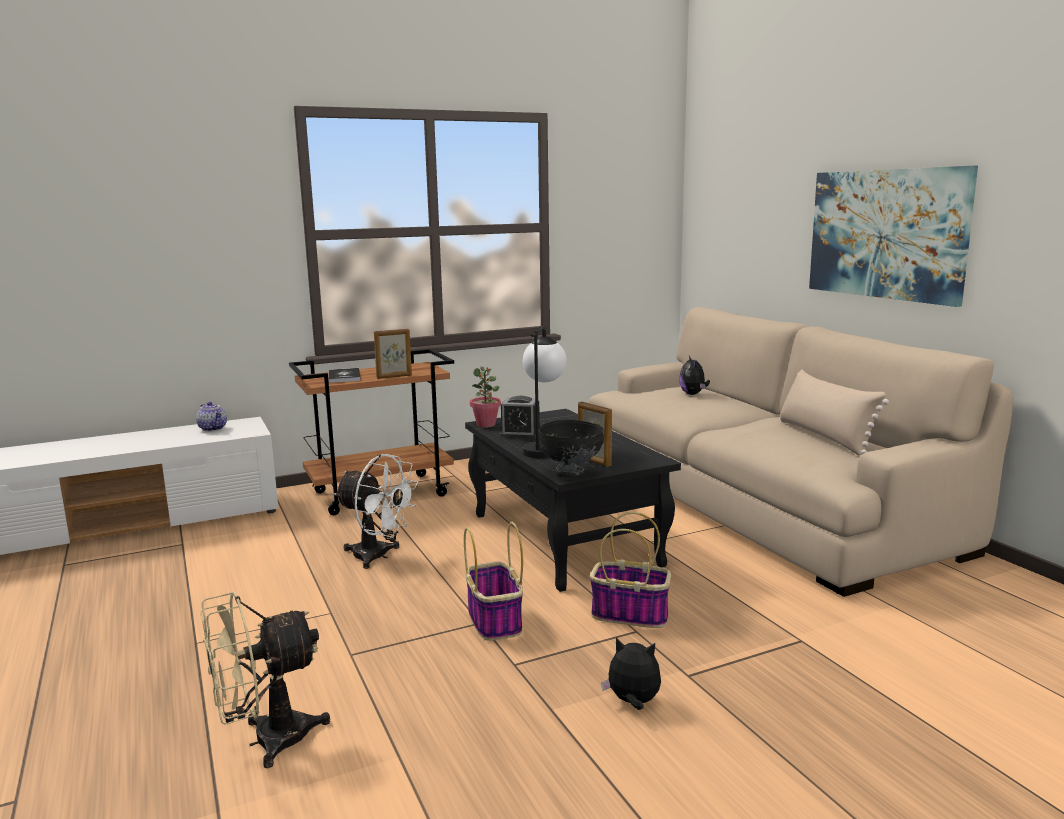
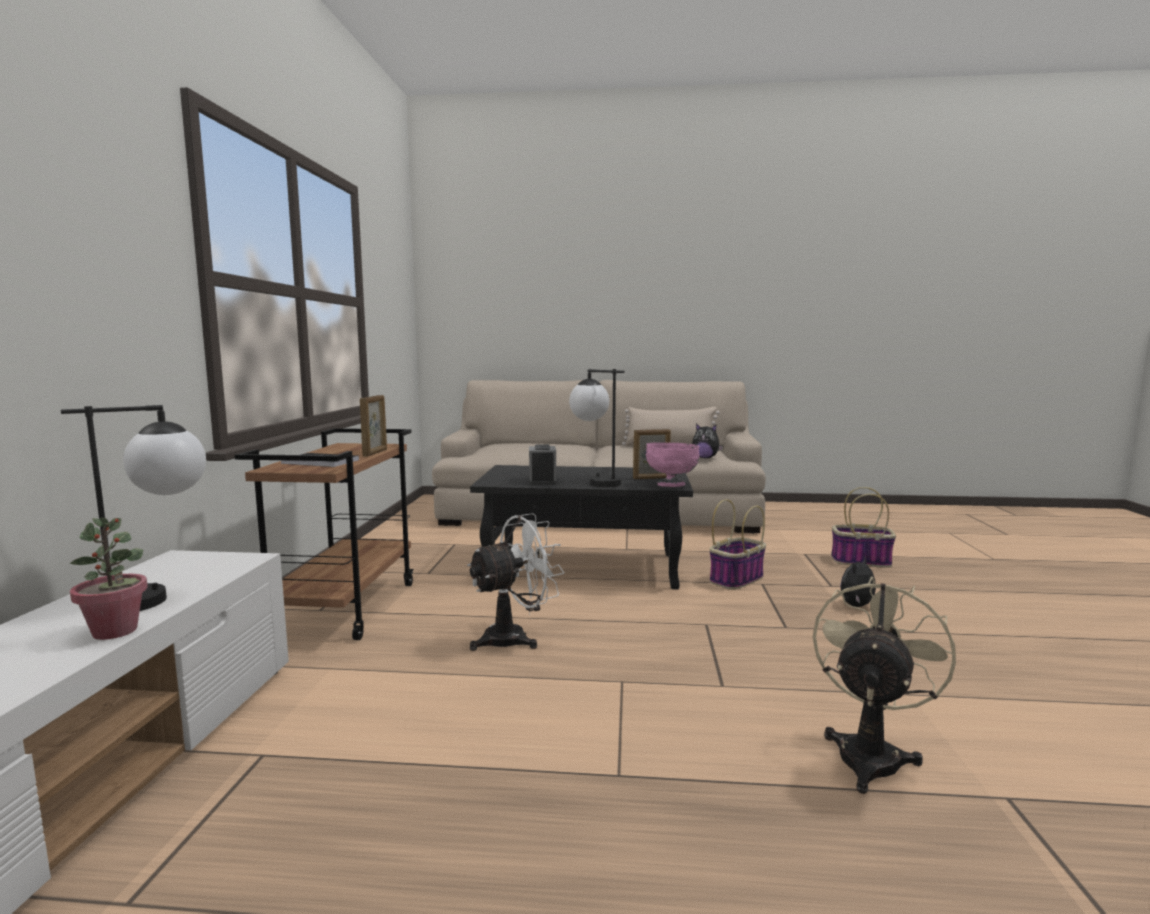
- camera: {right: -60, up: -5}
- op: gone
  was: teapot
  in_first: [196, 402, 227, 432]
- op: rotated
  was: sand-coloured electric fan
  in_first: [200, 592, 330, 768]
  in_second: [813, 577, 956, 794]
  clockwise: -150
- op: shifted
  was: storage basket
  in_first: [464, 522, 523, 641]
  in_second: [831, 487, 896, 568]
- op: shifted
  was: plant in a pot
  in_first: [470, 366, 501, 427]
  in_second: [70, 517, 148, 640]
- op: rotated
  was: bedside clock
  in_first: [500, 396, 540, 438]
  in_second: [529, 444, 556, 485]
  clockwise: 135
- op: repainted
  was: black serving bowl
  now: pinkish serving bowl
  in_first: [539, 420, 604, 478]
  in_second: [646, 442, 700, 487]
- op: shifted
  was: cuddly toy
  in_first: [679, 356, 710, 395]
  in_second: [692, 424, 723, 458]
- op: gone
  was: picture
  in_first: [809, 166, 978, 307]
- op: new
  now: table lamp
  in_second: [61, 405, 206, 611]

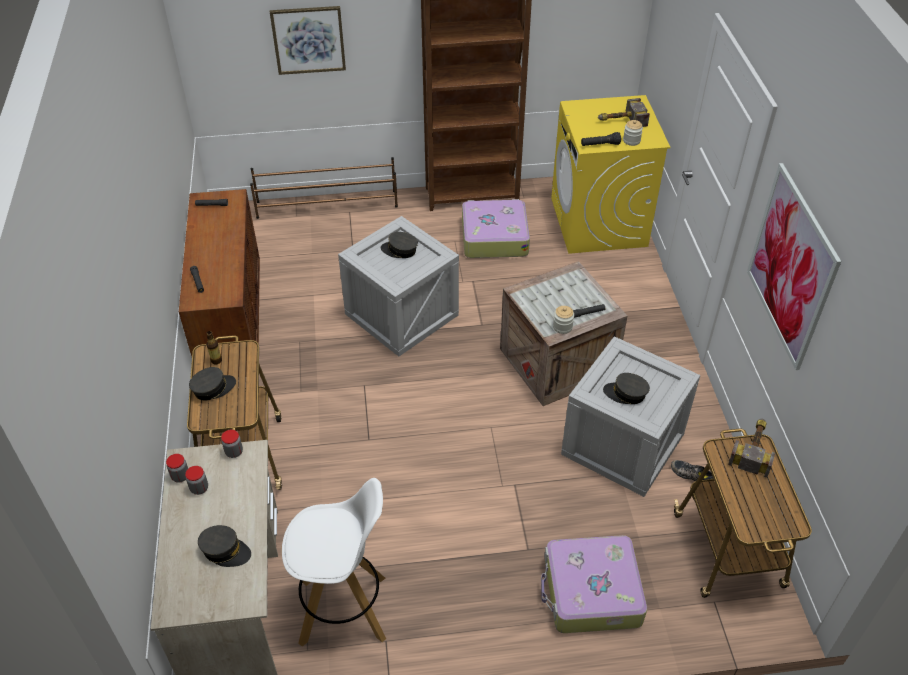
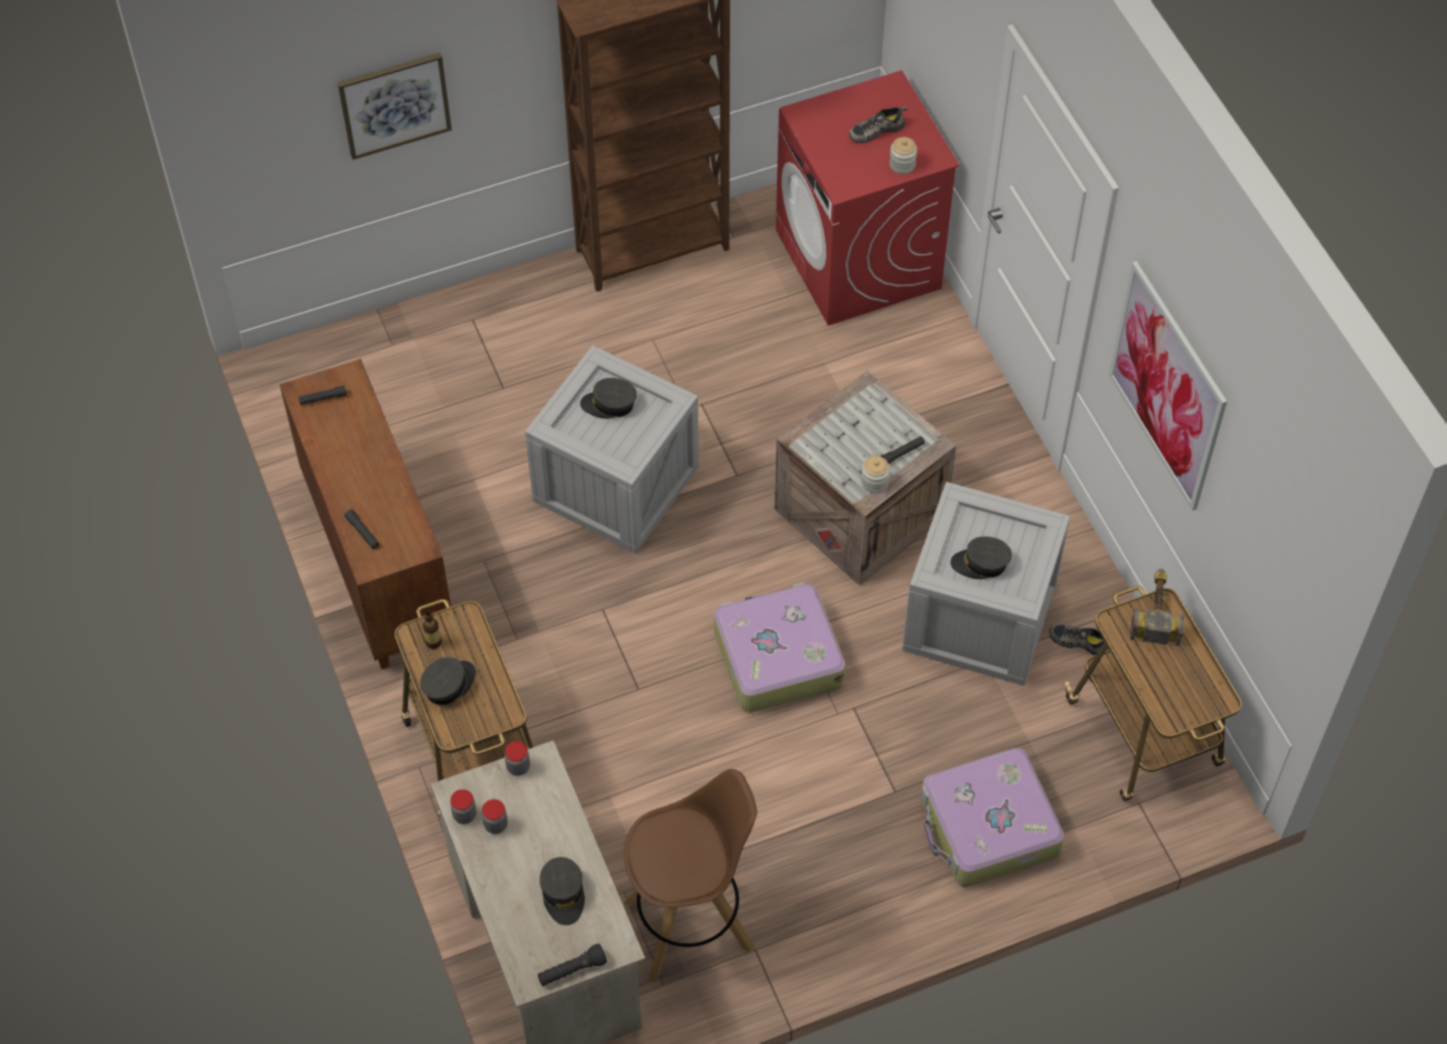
- camera: {right: -15, up: 10}
- op: rotated
  was: grey cap
  in_first: [198, 525, 251, 567]
  in_second: [540, 857, 585, 925]
  clockwise: 75
- op: gone
  was: brownish shoe shelf
  in_first: [250, 157, 398, 219]
- op: repainted
  was: whitish stool
  now: brownish stool
  in_first: [282, 478, 386, 647]
  in_second: [623, 769, 757, 982]
- op: shifted
  was: suitcase
  in_first: [462, 199, 530, 258]
  in_second: [714, 582, 845, 712]
- op: repainted
  was: yellow-coloured laundry appliance
  now: red-coloured laundry appliance
  in_first: [551, 95, 670, 254]
  in_second: [776, 70, 960, 325]
- op: shifted
  was: black hand torch
  in_first: [581, 132, 621, 146]
  in_second: [538, 944, 607, 986]
- op: swapped
  was: tool hammer
  now: low shoe
  in_first: [598, 98, 650, 127]
  in_second: [849, 107, 908, 143]

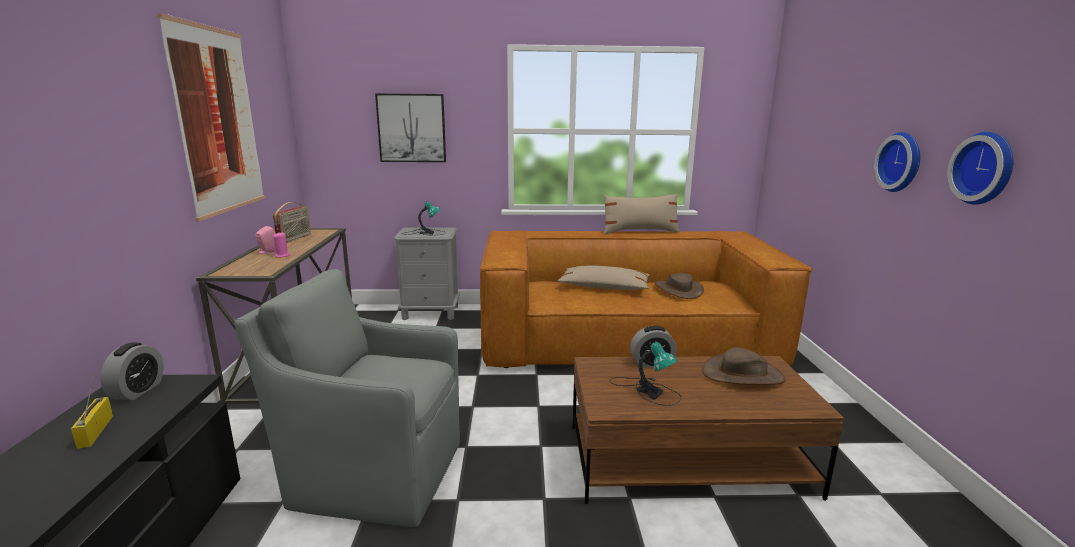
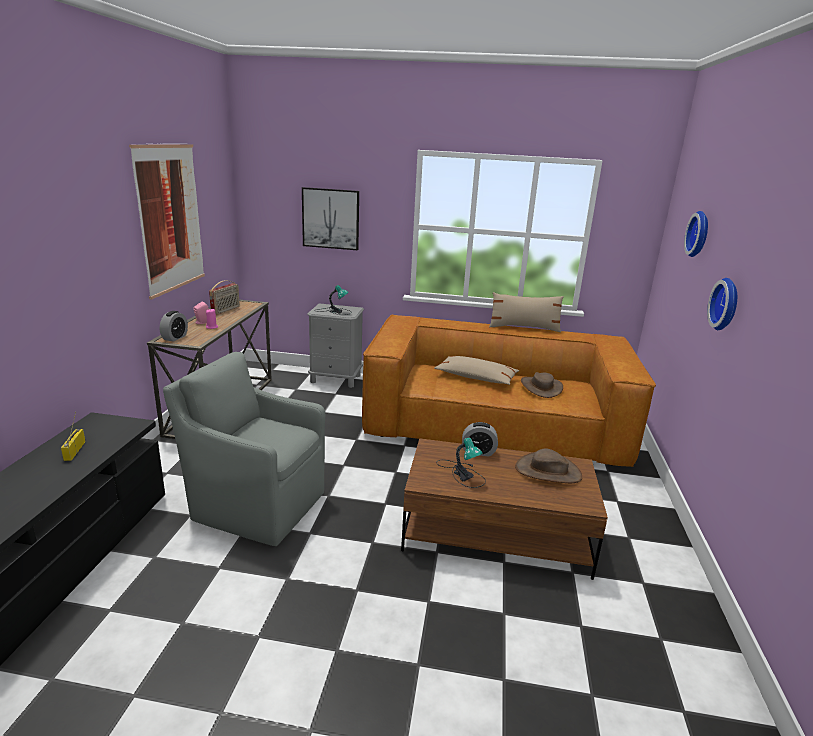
- camera: {right: 10, up: 5}
- op: shifted
  was: bedside clock
  in_first: [100, 342, 164, 400]
  in_second: [160, 311, 188, 342]
- op: shifted
  was: hanging clock
  in_first: [947, 132, 1013, 205]
  in_second: [684, 211, 708, 257]

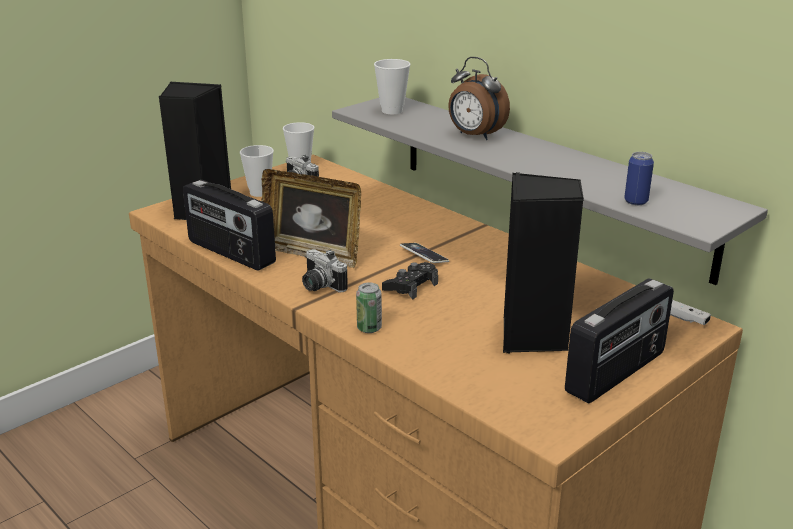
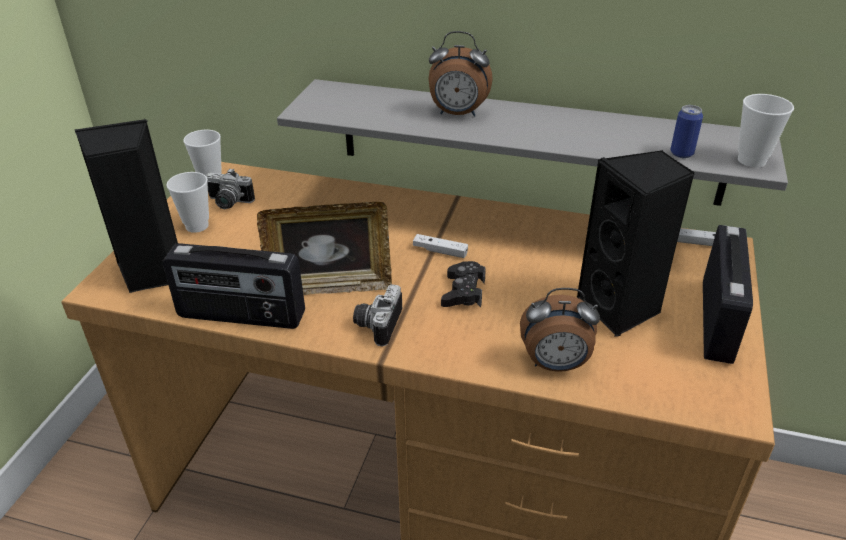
- camera: {right: -30, up: 10}
- op: rotated
  was: still camera
  in_first: [302, 249, 348, 292]
  in_second: [353, 284, 402, 347]
  clockwise: 90
- op: gone
  was: metal can
  in_first: [356, 283, 382, 333]
- op: shifted
  was: cup
  in_first: [374, 59, 410, 114]
  in_second: [738, 94, 794, 167]
- op: swapped
  was: telephone
  now: whitish game controller
  in_first: [400, 243, 449, 263]
  in_second: [413, 234, 468, 258]
- op: new
  now: bedside clock
  in_second: [520, 288, 600, 372]

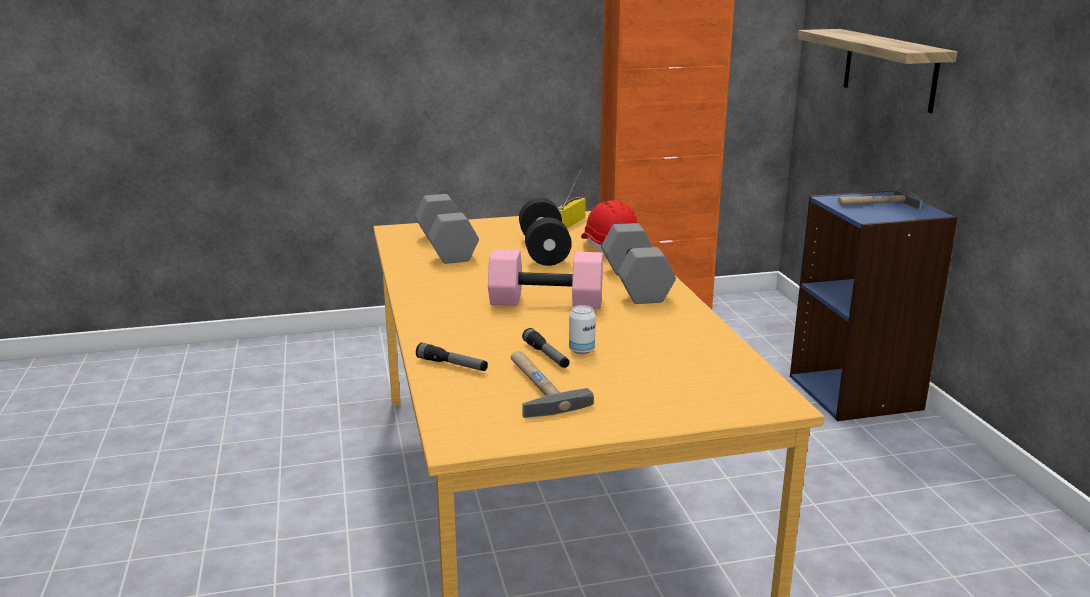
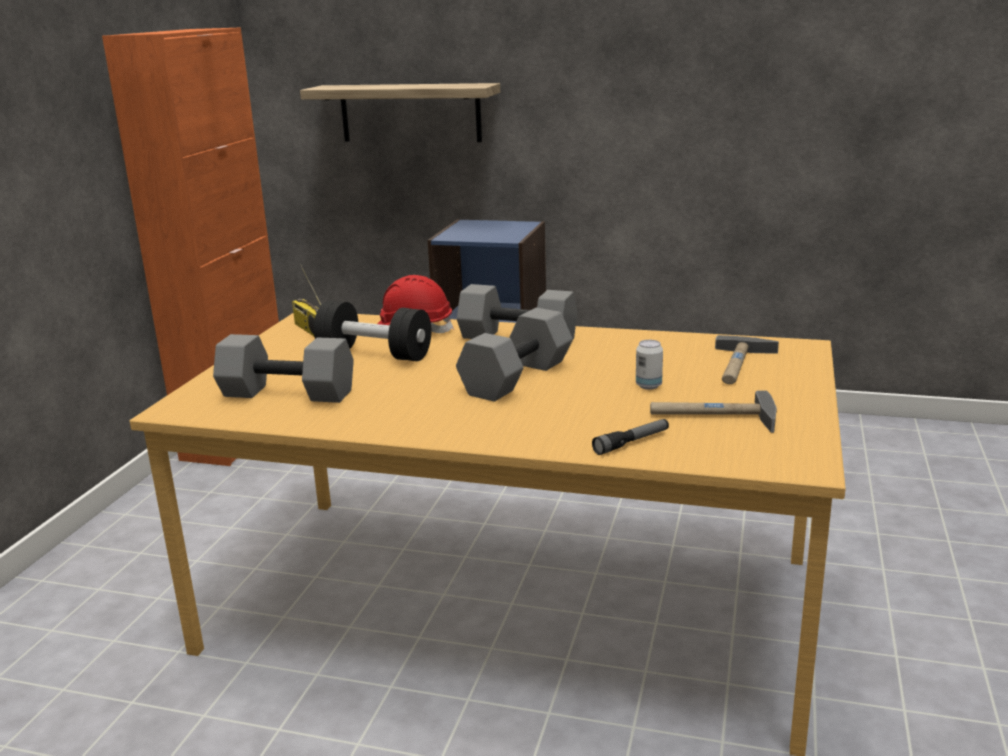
- camera: {right: -60, up: 0}
- op: repainted
  was: pinkish free weight
  now: grey free weight
  in_first: [488, 249, 603, 309]
  in_second: [456, 308, 573, 401]
- op: gone
  was: hand torch
  in_first: [522, 328, 570, 368]
- op: shifted
  was: tool hammer
  in_first: [838, 189, 922, 210]
  in_second: [715, 335, 779, 384]

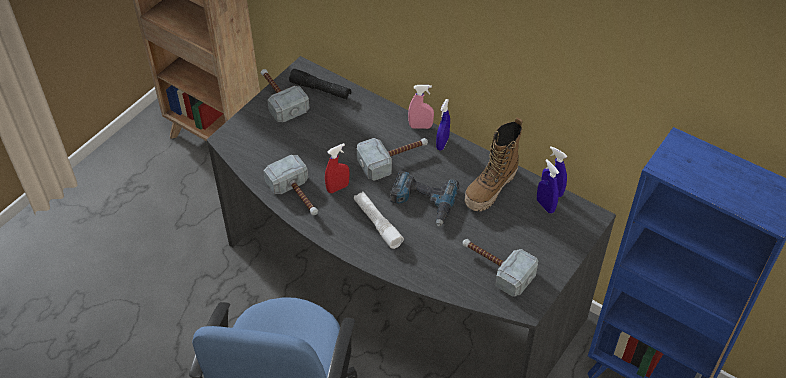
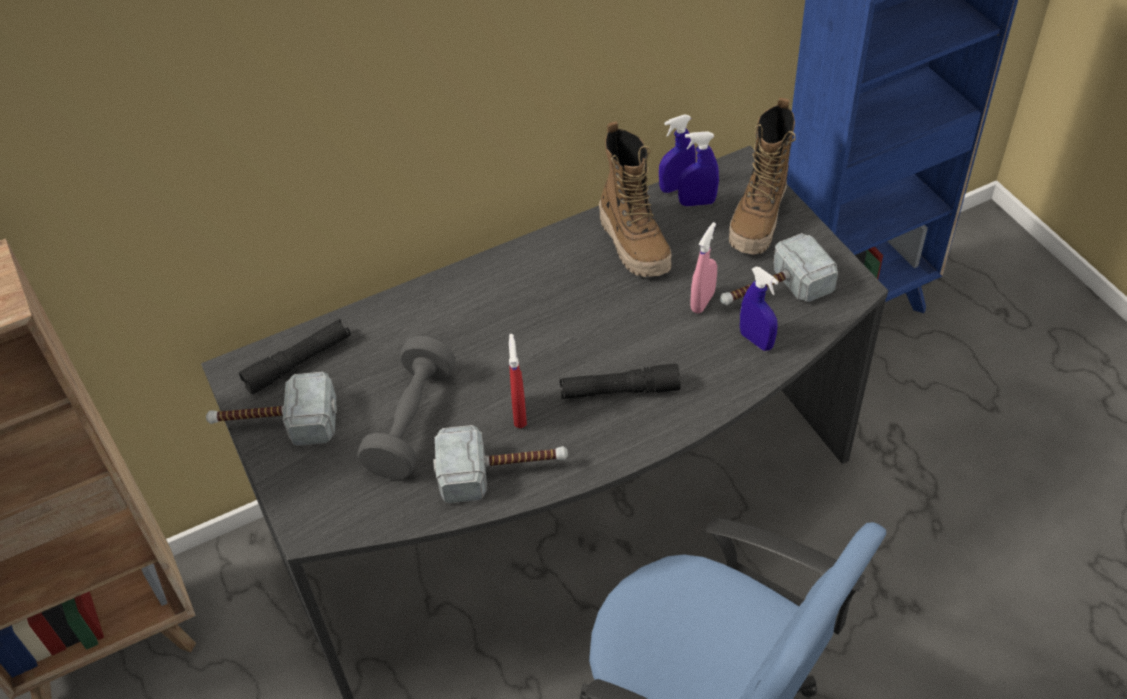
- camera: {right: -60, up: 0}
- op: repainted
  was: whitish hand torch
  now: black hand torch
  in_first: [354, 191, 404, 249]
  in_second: [560, 364, 681, 399]
- op: gone
  was: tool hammer
  in_first: [357, 138, 428, 181]
- op: gone
  was: power drill
  in_first: [390, 171, 459, 227]
- op: shifted
  was: pinkish spray bottle
  in_first: [408, 85, 434, 129]
  in_second: [690, 222, 717, 313]
- op: shifted
  was: blue spray bottle
  in_first: [436, 99, 450, 151]
  in_second: [740, 266, 779, 351]
- op: new
  now: grey free weight
  in_second: [358, 336, 456, 480]
- op: new
  now: tall boot
  in_second: [729, 98, 796, 255]

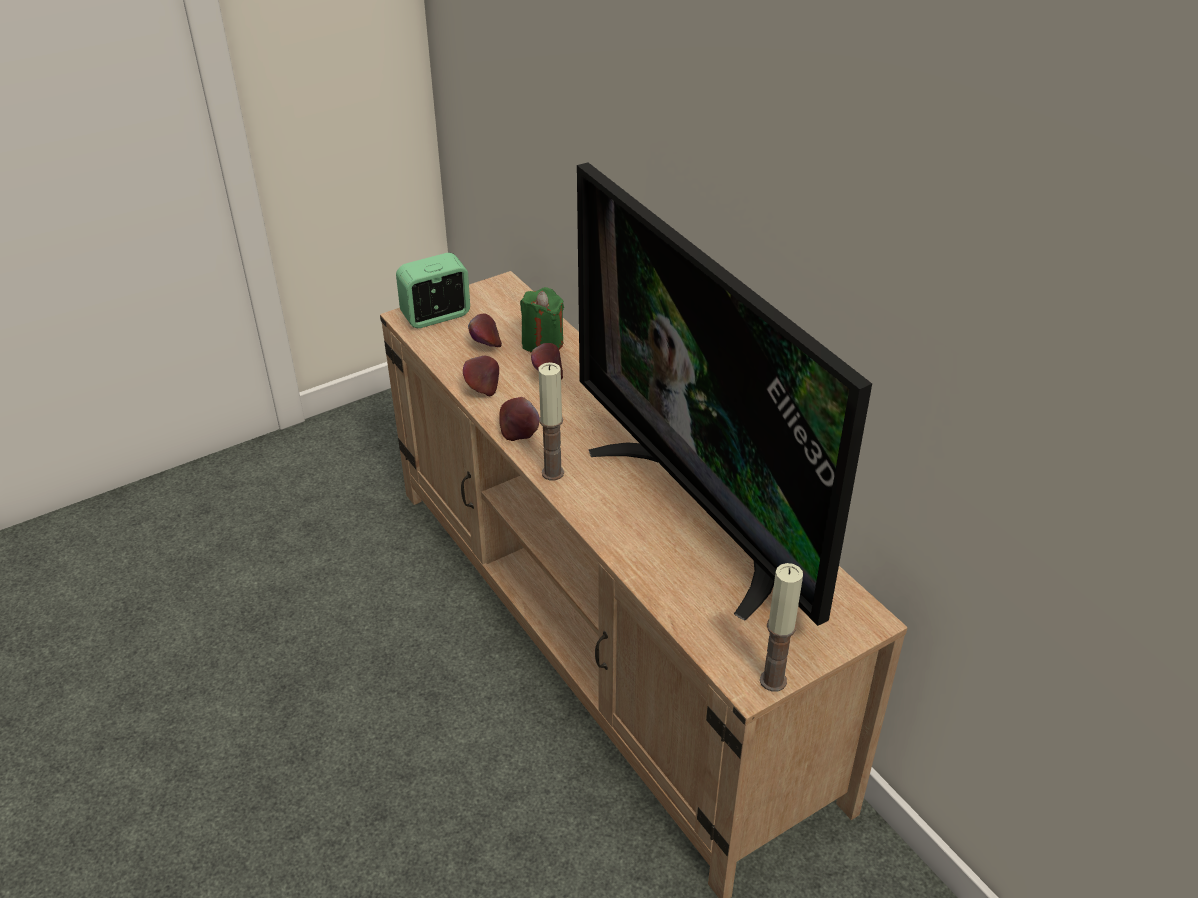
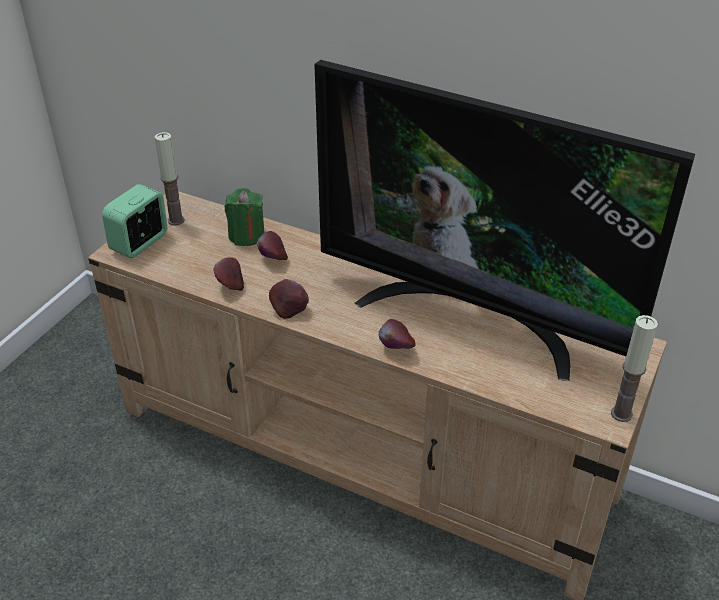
- camera: {right: -30, up: 0}
- op: shifted
  was: apple
  in_first: [468, 313, 502, 347]
  in_second: [379, 319, 416, 349]
- op: shifted
  was: wax light
  in_first: [538, 362, 564, 481]
  in_second: [155, 132, 185, 225]

